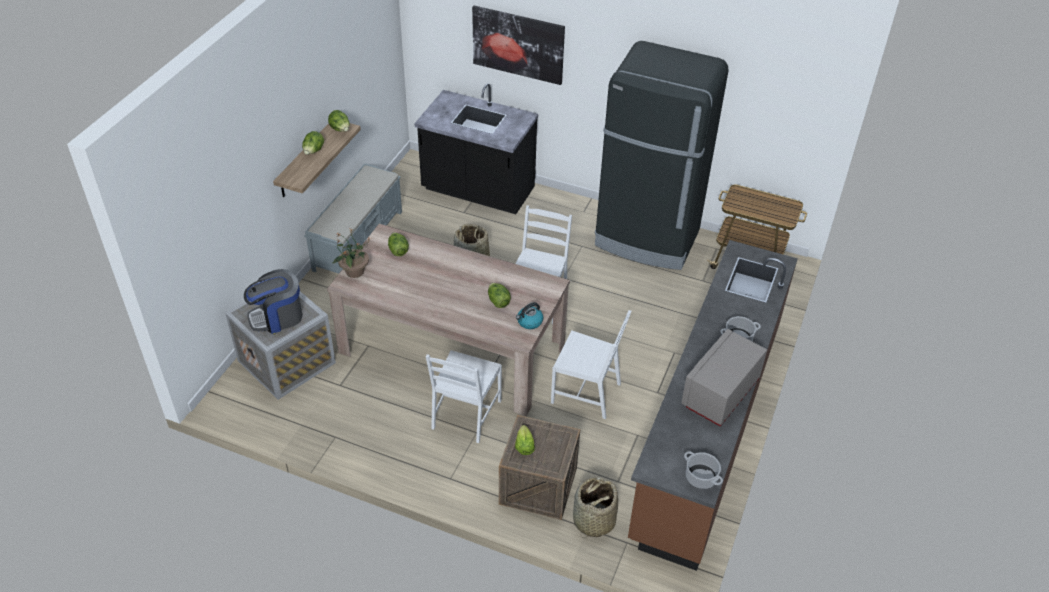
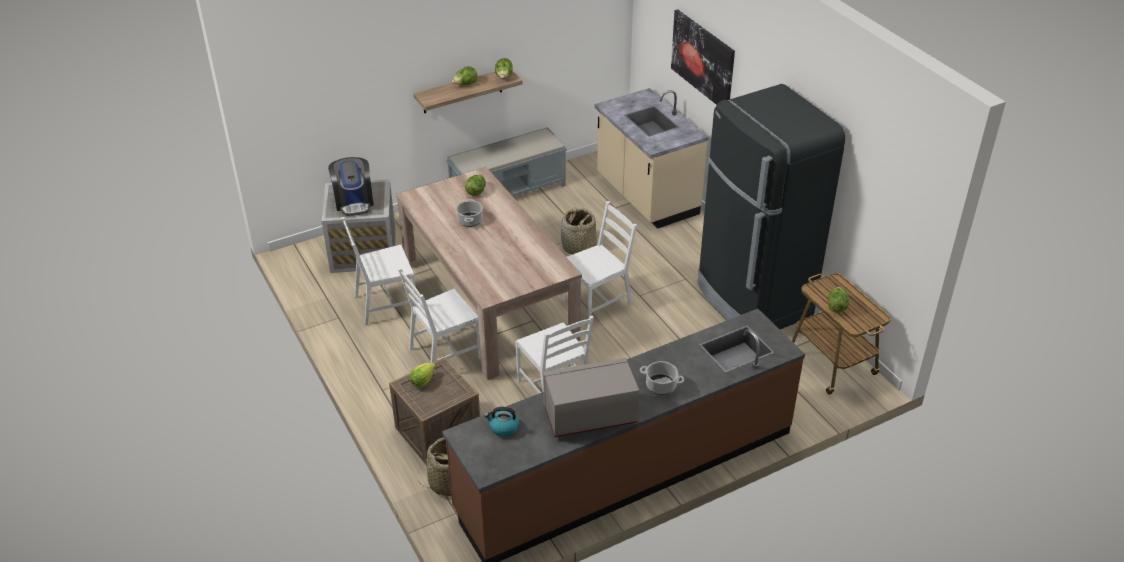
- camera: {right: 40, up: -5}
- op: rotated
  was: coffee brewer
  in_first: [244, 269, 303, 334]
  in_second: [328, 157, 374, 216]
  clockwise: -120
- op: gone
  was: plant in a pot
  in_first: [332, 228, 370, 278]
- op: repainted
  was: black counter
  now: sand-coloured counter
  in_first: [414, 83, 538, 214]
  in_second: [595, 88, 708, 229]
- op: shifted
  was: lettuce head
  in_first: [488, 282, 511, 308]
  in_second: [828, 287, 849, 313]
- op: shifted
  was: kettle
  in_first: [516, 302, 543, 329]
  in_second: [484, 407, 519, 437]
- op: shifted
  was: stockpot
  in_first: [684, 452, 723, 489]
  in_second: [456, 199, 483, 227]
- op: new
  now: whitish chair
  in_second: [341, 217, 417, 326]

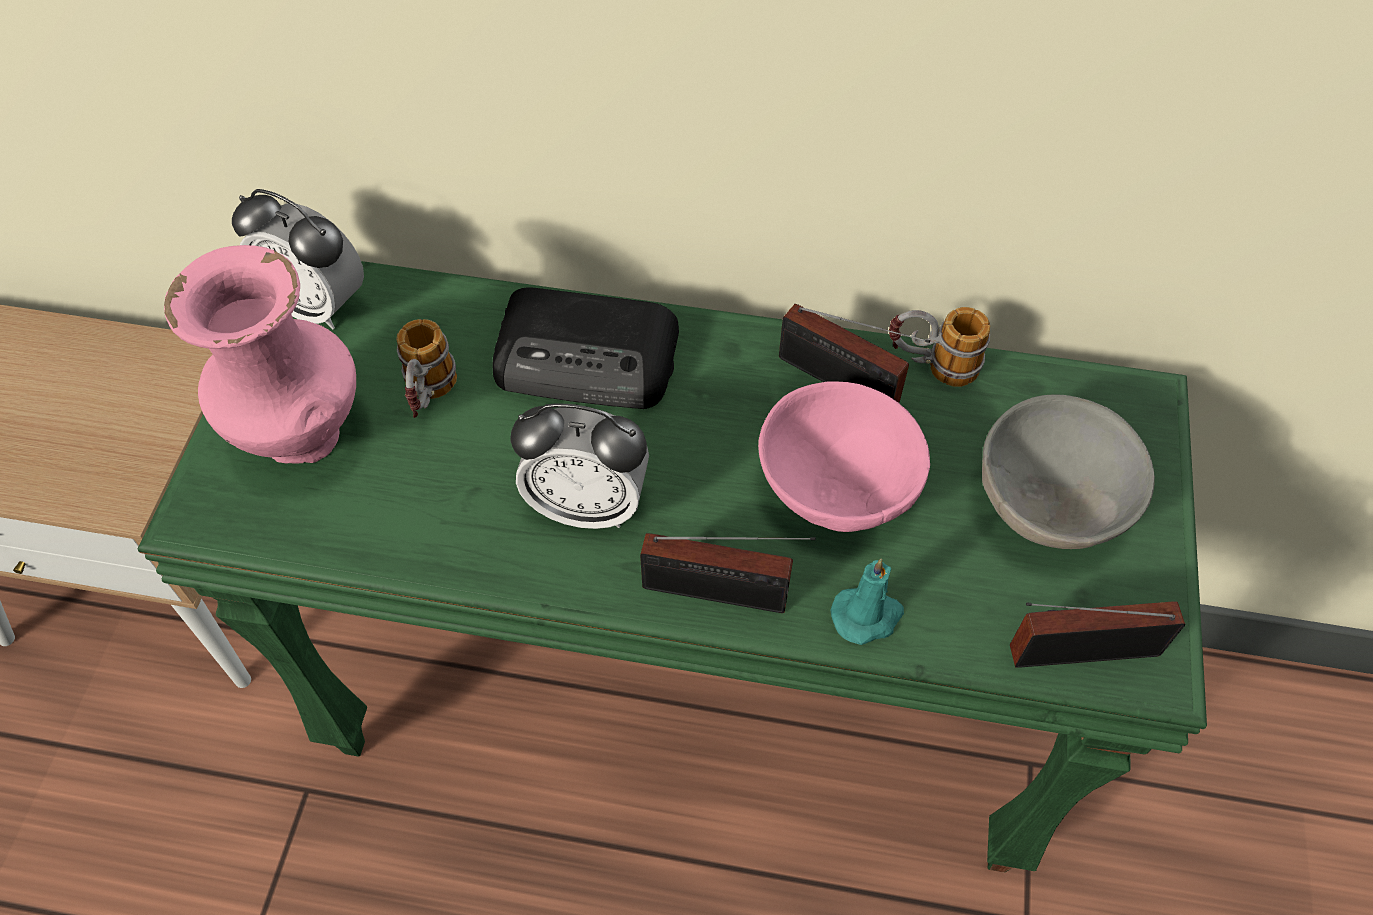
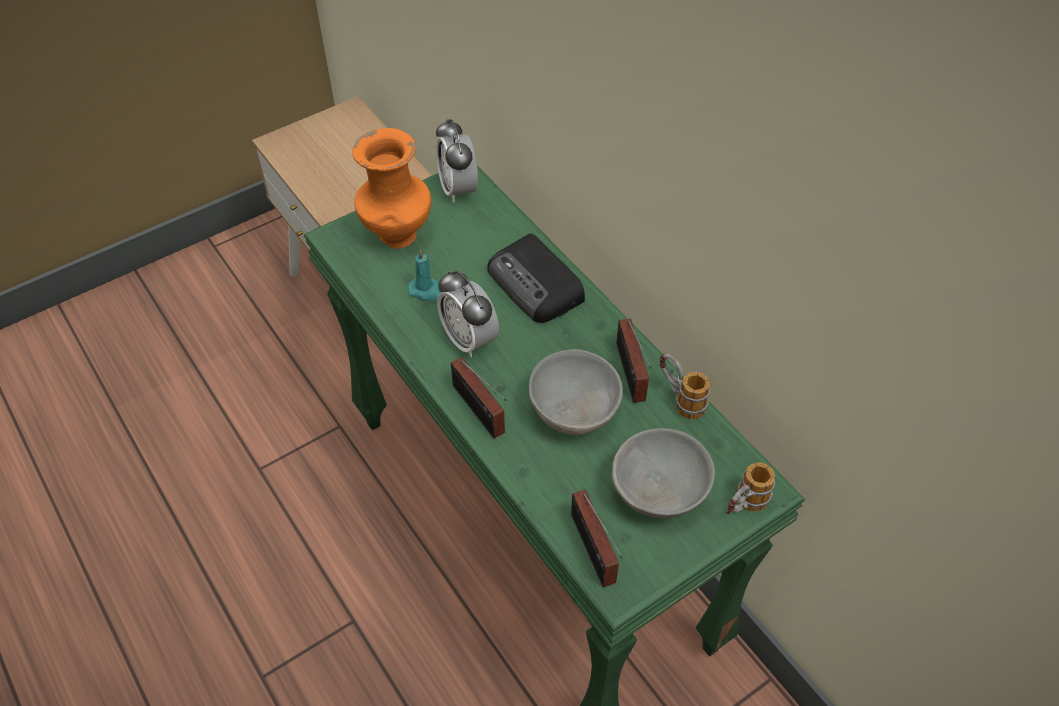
- camera: {right: 45, up: -5}
- op: repainted
  was: pinkish vase
  now: orangey vase
  in_first: [164, 245, 356, 464]
  in_second: [352, 128, 431, 249]
- op: shifted
  was: tea mug
  in_first: [396, 319, 457, 418]
  in_second: [726, 462, 775, 514]
- op: repainted
  was: pinkish serving bowl
  now: grey serving bowl
  in_first: [758, 381, 930, 532]
  in_second: [529, 349, 623, 435]
- op: shifted
  was: turquoise wax light
  in_first: [830, 559, 904, 645]
  in_second: [408, 249, 442, 301]
- op: rotated
  was: radio
  in_first: [1010, 601, 1185, 668]
  in_second: [571, 490, 623, 587]
  clockwise: -150

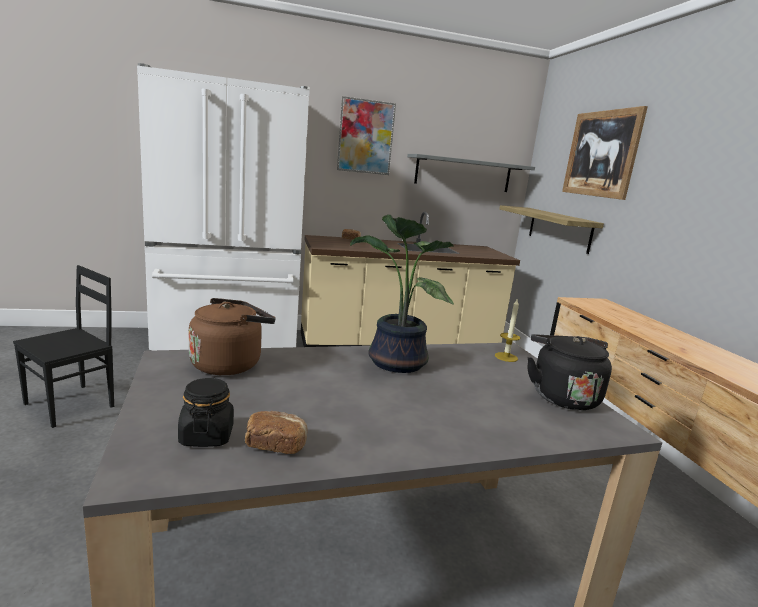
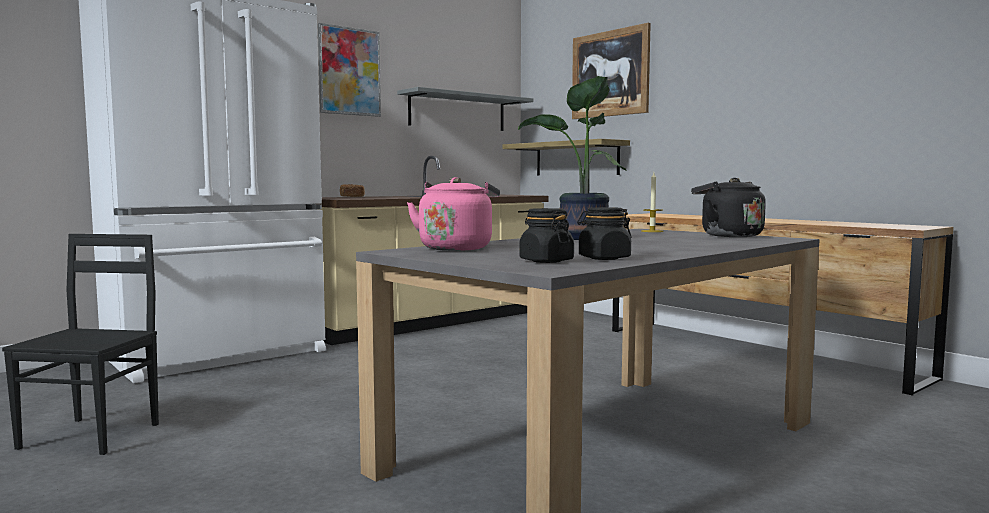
- camera: {right: -25, up: -10}
- op: repainted
  was: brownish kettle
  now: pinkish kettle
  in_first: [189, 298, 276, 375]
  in_second: [407, 177, 500, 251]
- op: swapped
  was: baked bread
  now: black storage jar
  in_first: [245, 411, 308, 454]
  in_second: [577, 207, 631, 260]

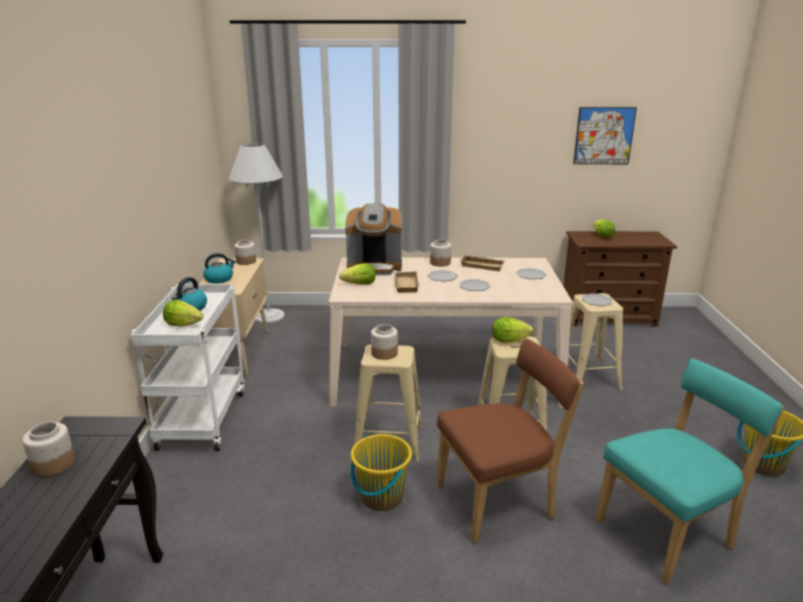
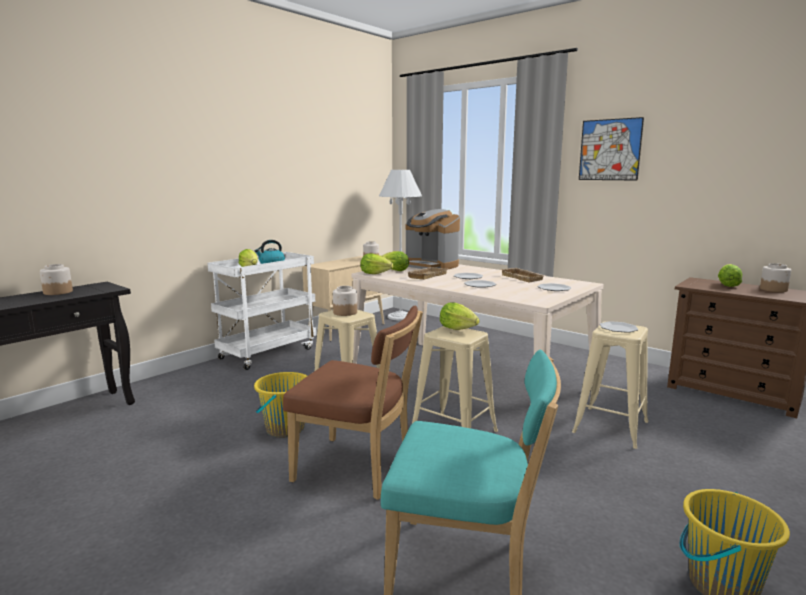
- camera: {right: 40, up: -10}
- op: gone
  was: kettle
  in_first: [203, 253, 236, 284]
- op: shifted
  was: storage jar
  in_first: [430, 240, 451, 267]
  in_second: [760, 263, 791, 292]
- op: shifted
  was: picture
  in_first: [573, 107, 637, 164]
  in_second: [579, 117, 644, 181]
- op: new
  now: lettuce head
  in_second: [360, 254, 393, 274]

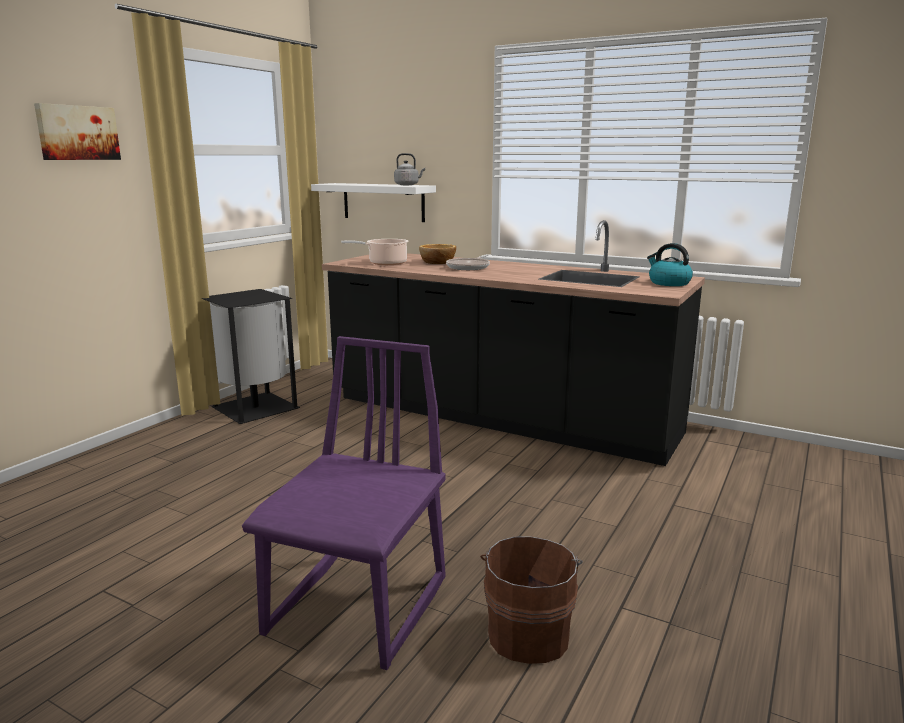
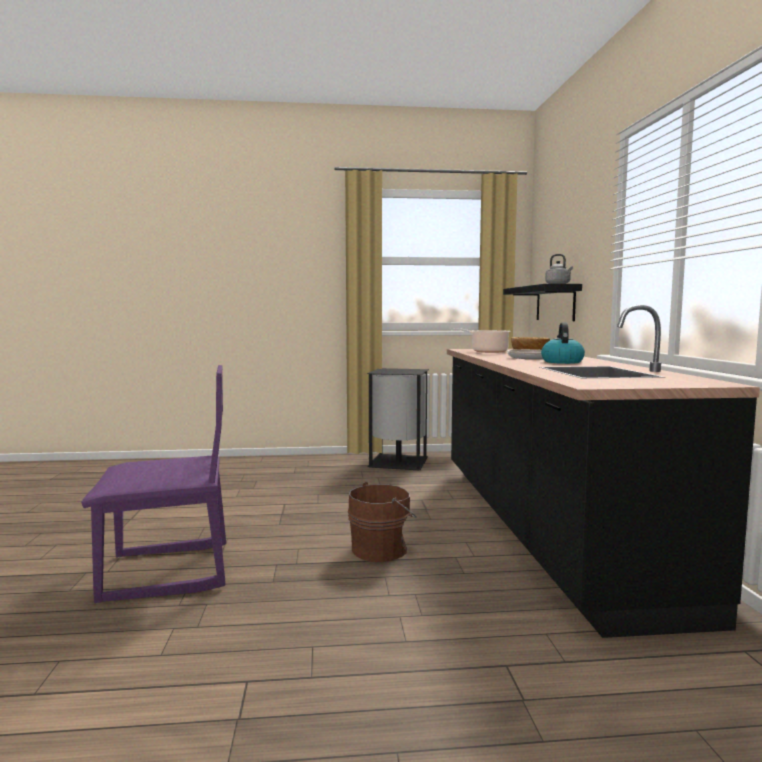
- camera: {right: 55, up: -10}
- op: gone
  was: picture
  in_first: [34, 103, 121, 160]
- op: repainted
  was: whitish bracket shelf
  now: black bracket shelf
  in_first: [311, 183, 436, 222]
  in_second: [503, 284, 582, 321]
- op: shifted
  was: brownish water bucket
  in_first: [480, 536, 583, 664]
  in_second: [348, 482, 417, 562]
- op: shifted
  was: kettle
  in_first: [647, 243, 693, 286]
  in_second: [541, 322, 585, 364]

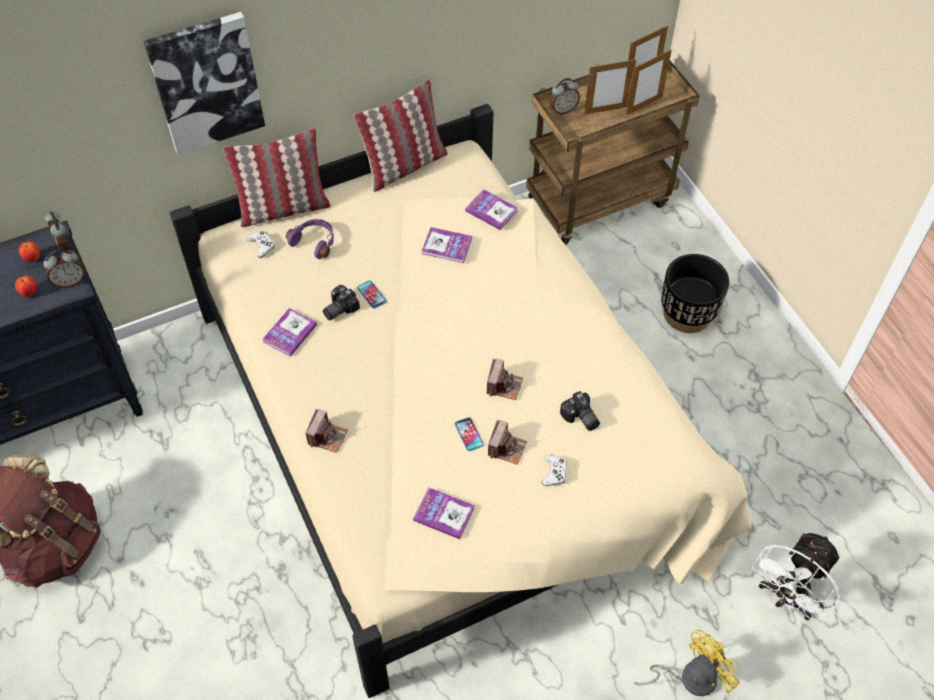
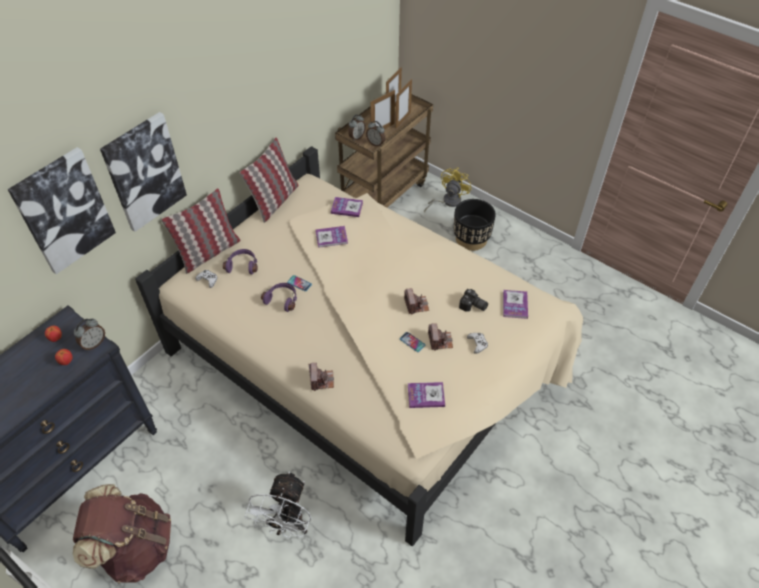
- camera: {right: -25, up: -5}
- op: shifted
  was: bedside clock
  in_first: [45, 211, 70, 253]
  in_second: [366, 121, 385, 146]
- op: shifted
  was: book
  in_first: [262, 308, 317, 357]
  in_second: [503, 290, 528, 319]
- op: swapped
  was: still camera
  now: purple headset
  in_first: [323, 285, 360, 320]
  in_second: [261, 283, 297, 312]
- op: shifted
  was: yellow-coloured electric fan
  in_first: [634, 630, 740, 696]
  in_second: [424, 168, 471, 212]
- op: shifted
  was: whitish electric fan
  in_first: [752, 532, 841, 622]
  in_second: [245, 471, 311, 538]
- op: new
  now: picture
  in_second: [8, 147, 116, 274]

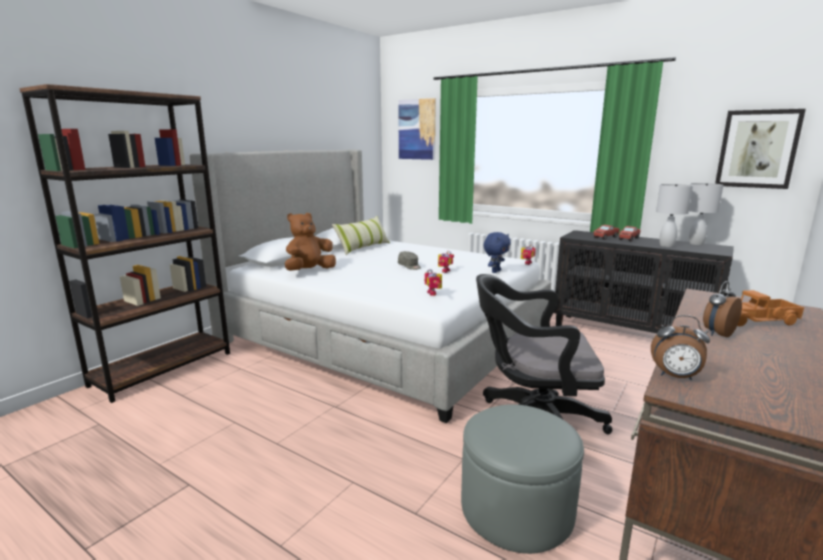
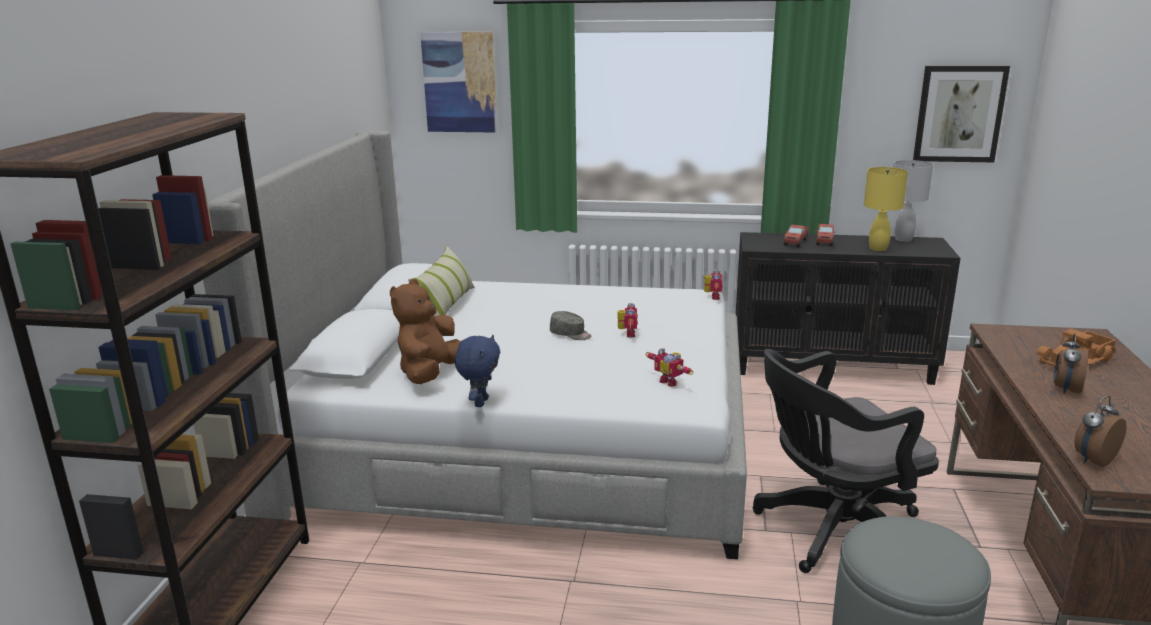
- camera: {right: -25, up: 5}
- op: shifted
  was: blue cuddly toy
  in_first: [484, 232, 511, 273]
  in_second: [455, 335, 500, 407]
- op: rotated
  was: bedside clock
  in_first: [651, 315, 710, 380]
  in_second: [1074, 396, 1127, 467]
  clockwise: 150
- op: repainted
  was: whitish table lamp
  now: yellow-coloured table lamp
  in_first: [656, 184, 693, 247]
  in_second: [864, 167, 908, 251]

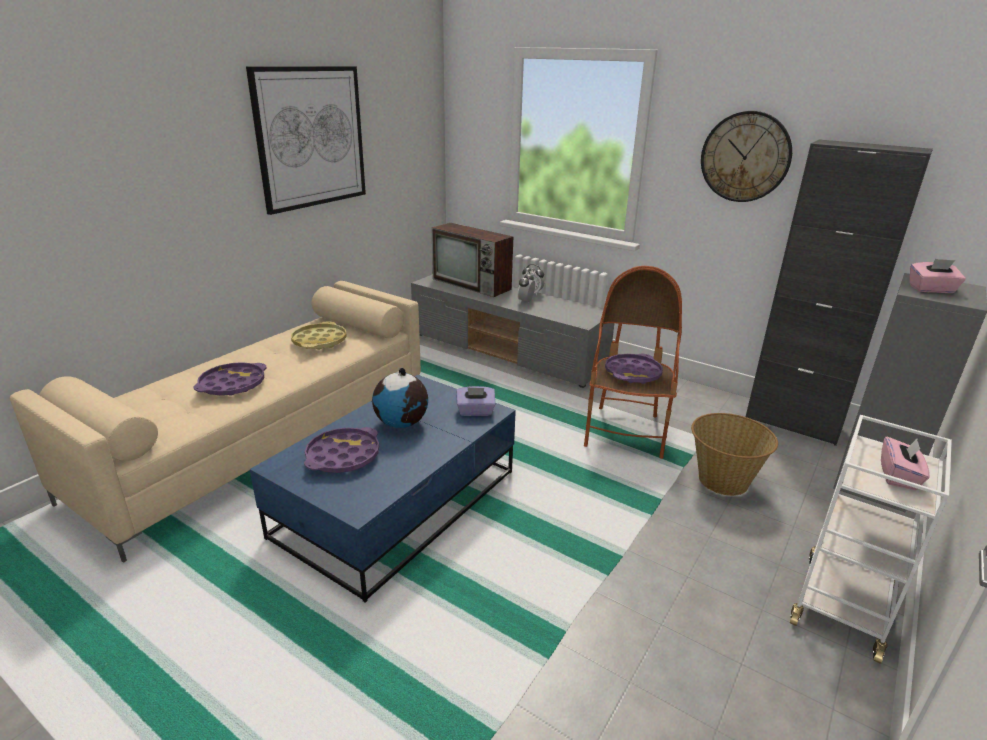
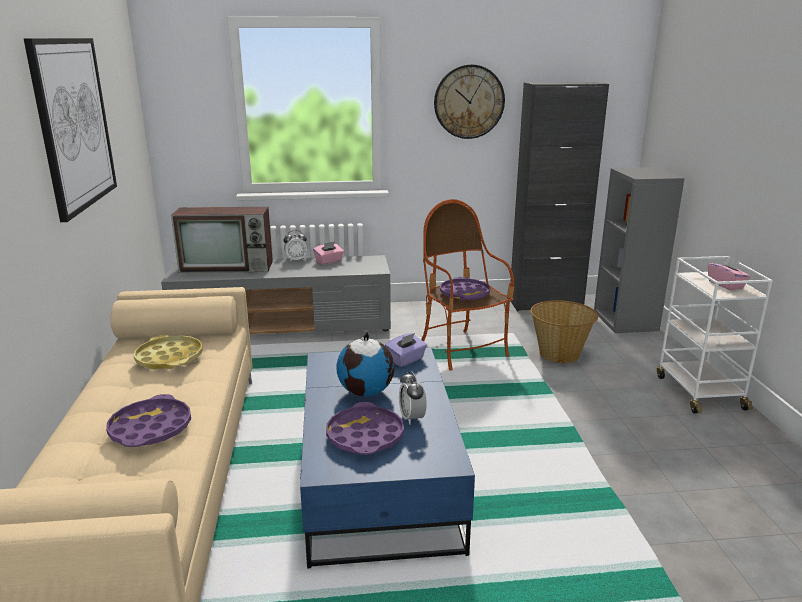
- camera: {right: -40, up: -5}
- op: shifted
  was: bedside clock
  in_first: [518, 271, 535, 303]
  in_second: [399, 371, 427, 425]
- op: shifted
  was: pinkish tissue box
  in_first: [910, 259, 966, 293]
  in_second: [313, 241, 344, 265]

